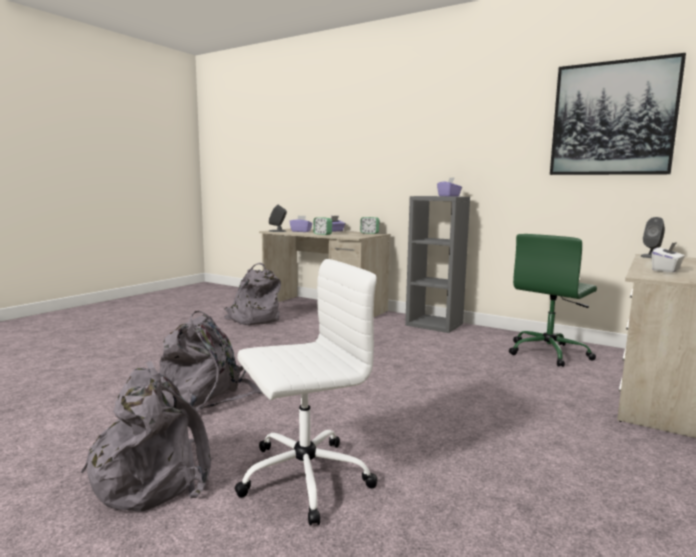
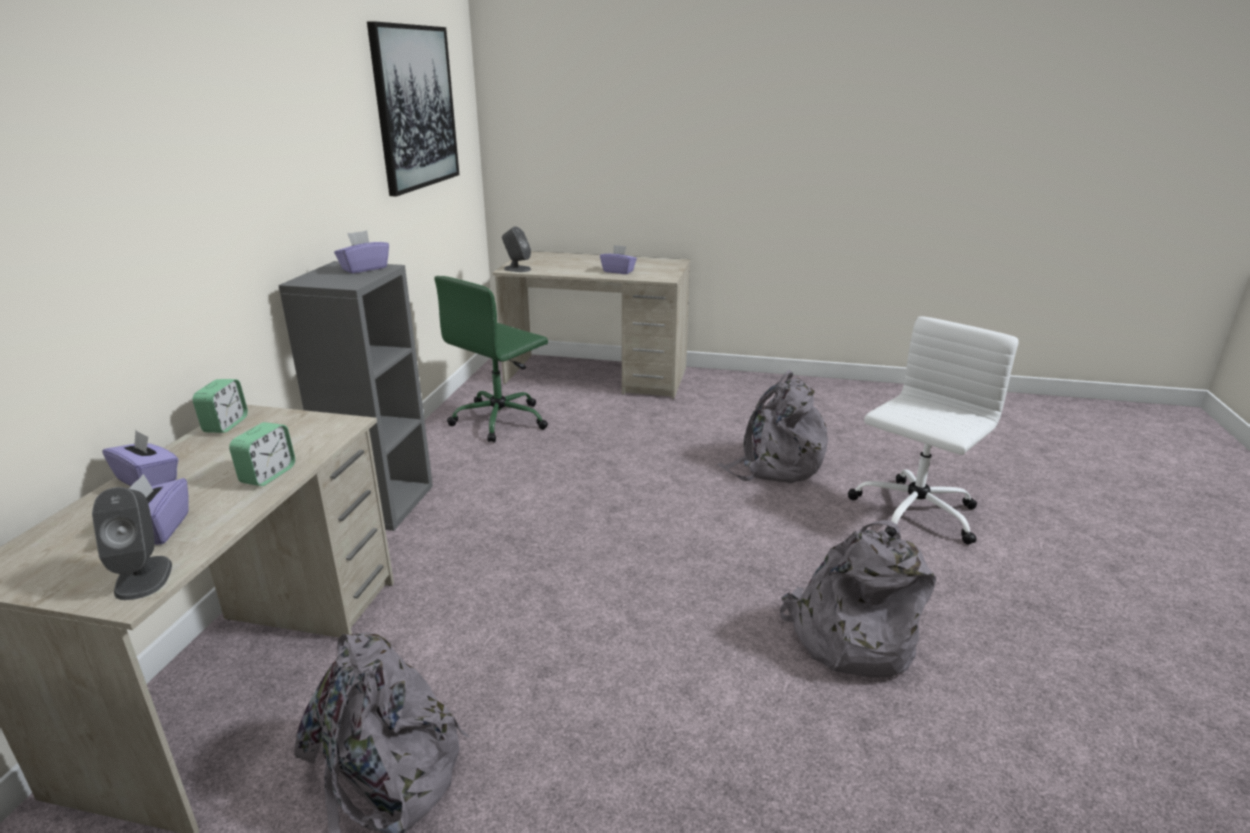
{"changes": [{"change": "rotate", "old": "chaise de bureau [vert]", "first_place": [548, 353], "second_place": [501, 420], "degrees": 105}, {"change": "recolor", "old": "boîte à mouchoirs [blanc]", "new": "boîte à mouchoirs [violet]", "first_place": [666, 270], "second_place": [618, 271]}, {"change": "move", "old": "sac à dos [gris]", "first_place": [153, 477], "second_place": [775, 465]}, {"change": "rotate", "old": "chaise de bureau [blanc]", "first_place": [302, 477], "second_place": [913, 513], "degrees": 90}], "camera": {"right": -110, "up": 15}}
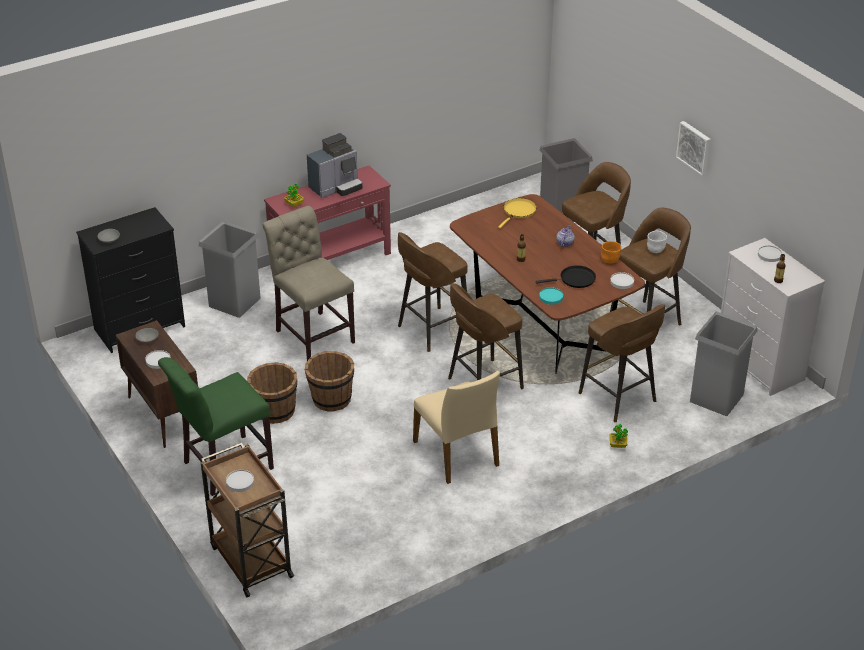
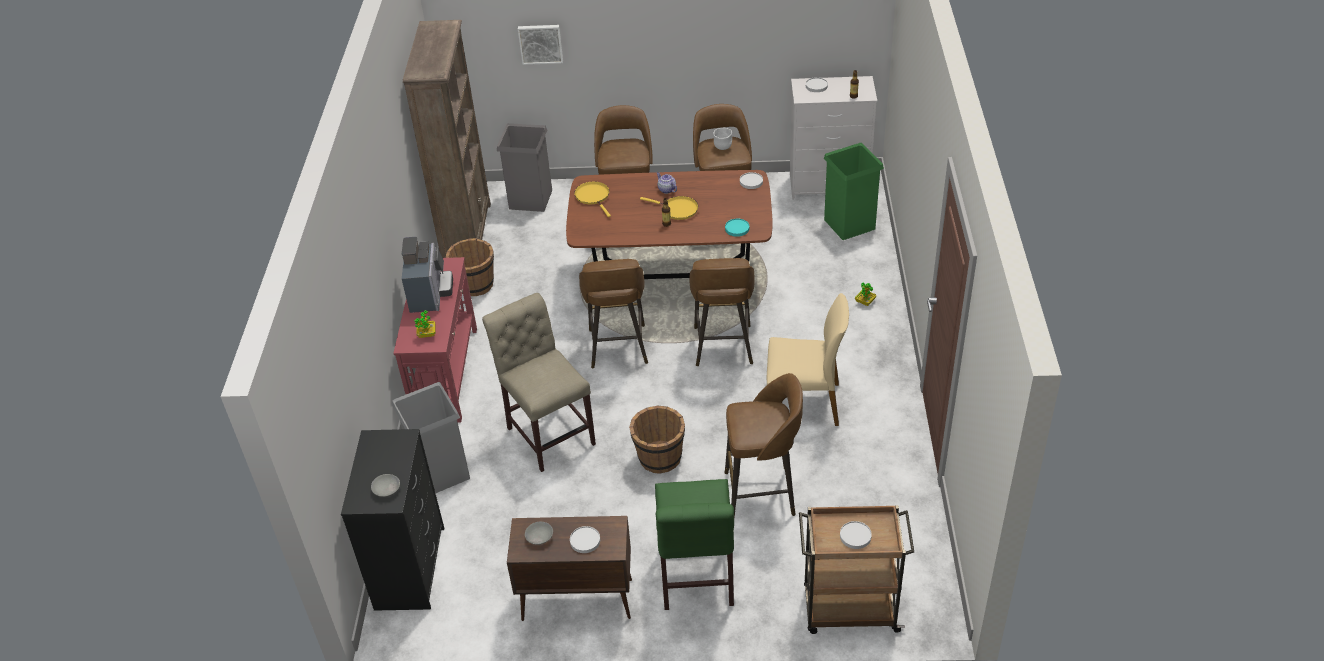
{"changes": [{"change": "insert", "new": "bibliothèque [marron]", "second_place": [467, 233]}, {"change": "move", "old": "seau [marron]", "first_place": [275, 411], "second_place": [475, 285]}, {"change": "rotate", "old": "chaise [beige]", "first_place": [313, 334], "second_place": [548, 432], "degrees": 60}, {"change": "move", "old": "tableau", "first_place": [695, 147], "second_place": [540, 43]}, {"change": "insert", "new": "poêle [jaune]", "second_place": [677, 209]}, {"change": "move", "old": "tabouret [marron]", "first_place": [618, 398], "second_place": [762, 493]}, {"change": "recolor", "old": "poubelle [gris]", "new": "poubelle [vert]", "first_place": [716, 397], "second_place": [849, 224]}, {"change": "delete", "old": "poêle [noir]", "first_place": [575, 279]}, {"change": "delete", "old": "bol [orange]", "first_place": [610, 260]}], "camera": {"right": -55, "up": 5}}
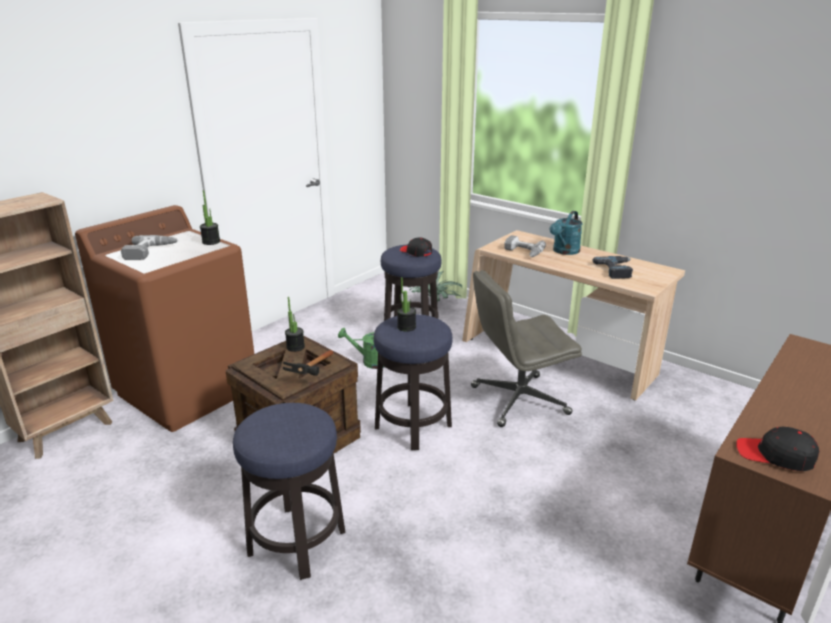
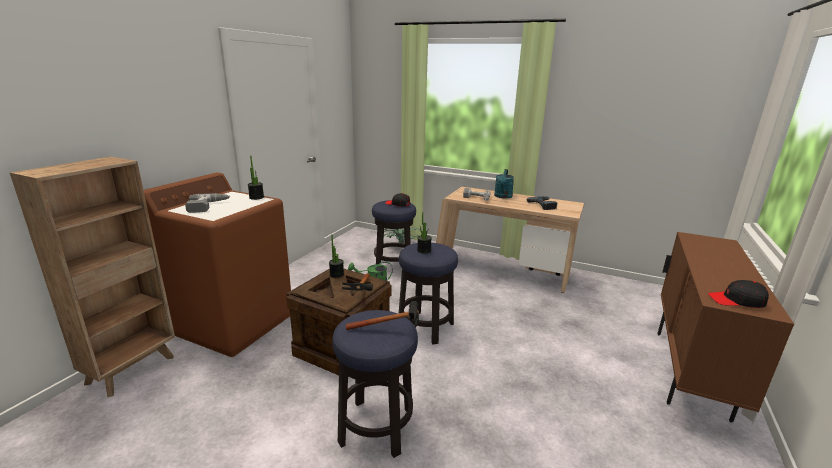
{"changes": [{"change": "insert", "new": "marteau", "second_place": [393, 330]}, {"change": "delete", "old": "chaise de bureau [gris]", "first_place": [518, 400]}], "camera": {"right": -15, "up": -5}}
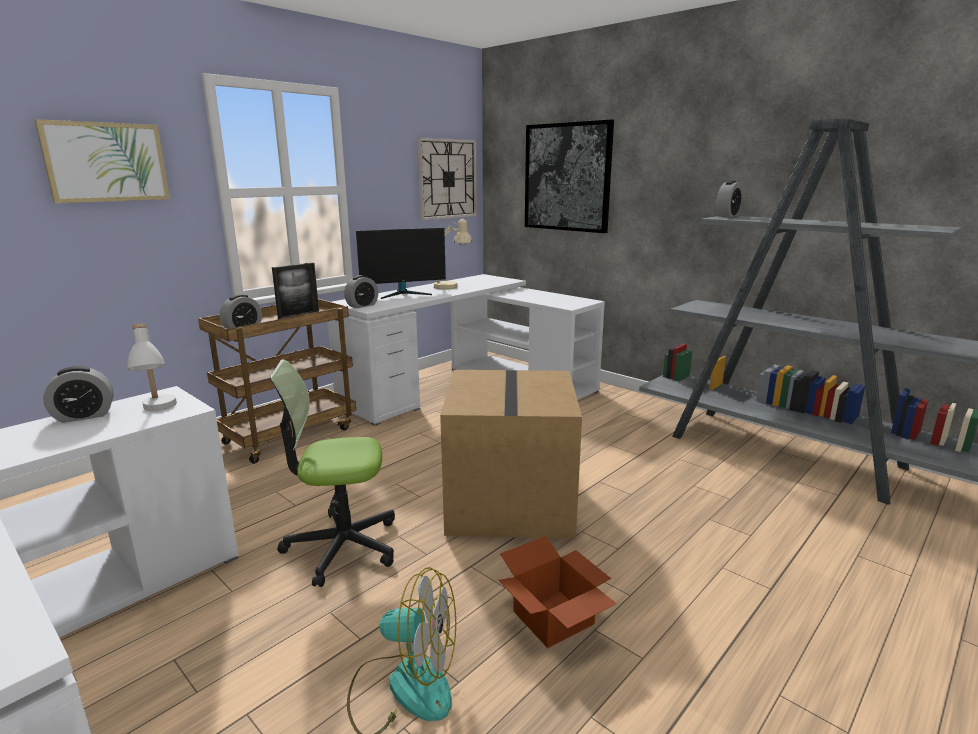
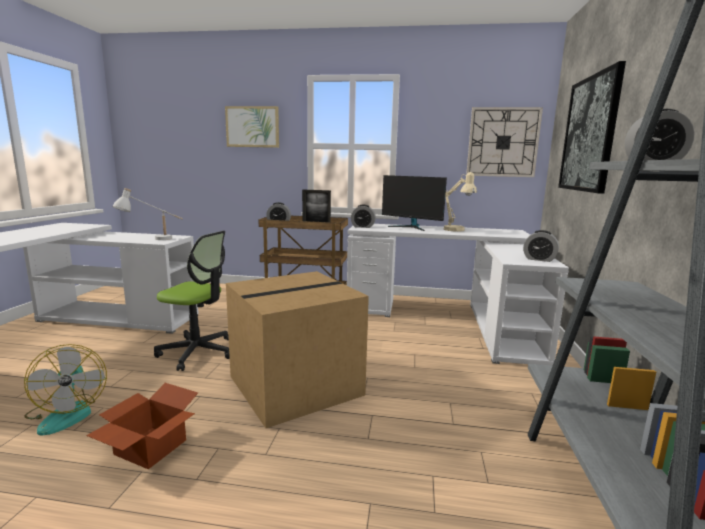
{"changes": [{"change": "rotate", "old": "chaise de bureau", "first_place": [342, 546], "second_place": [198, 352], "degrees": 150}, {"change": "move", "old": "réveil", "first_place": [84, 416], "second_place": [539, 259]}], "camera": {"right": 55, "up": -5}}
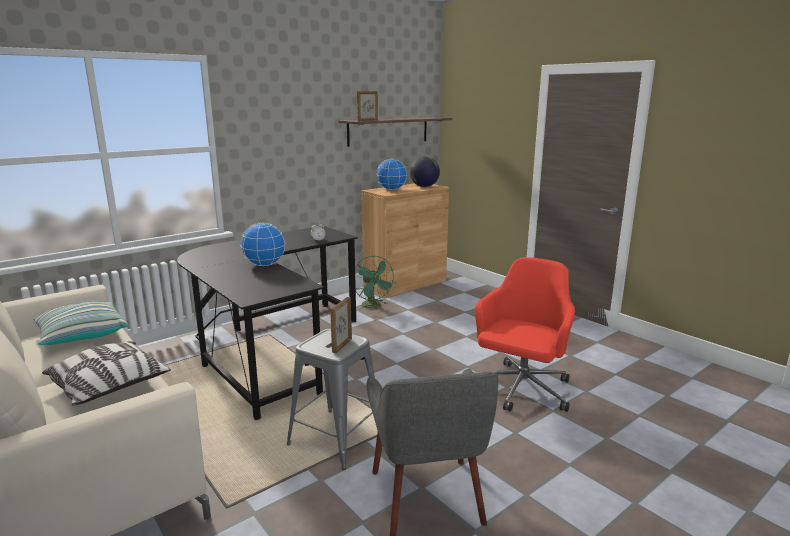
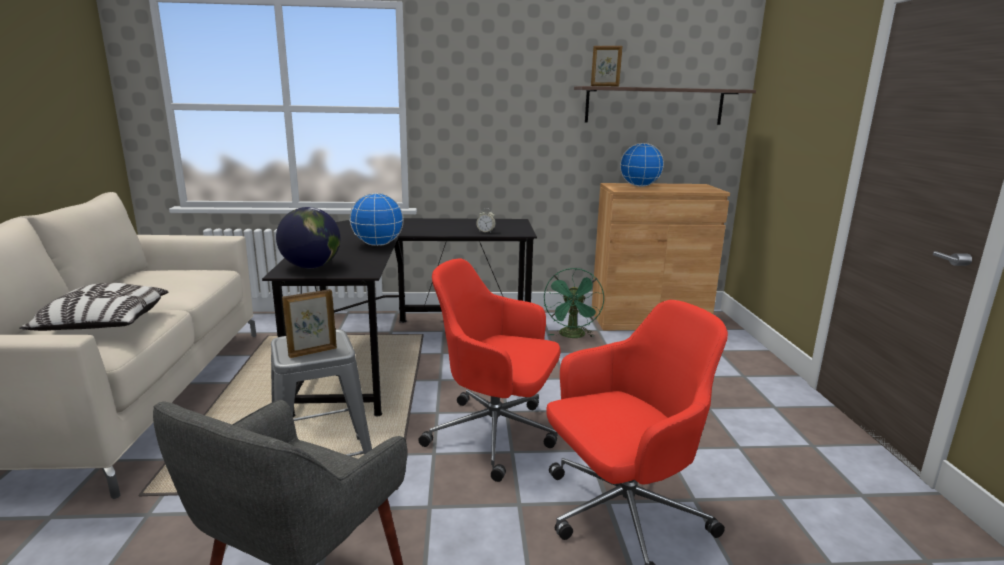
{"changes": [{"change": "move", "old": "globe", "first_place": [424, 186], "second_place": [311, 266]}, {"change": "insert", "new": "chaise de bureau [rouge]", "second_place": [495, 435]}, {"change": "delete", "old": "coussin", "first_place": [82, 335]}], "camera": {"right": 35, "up": 0}}
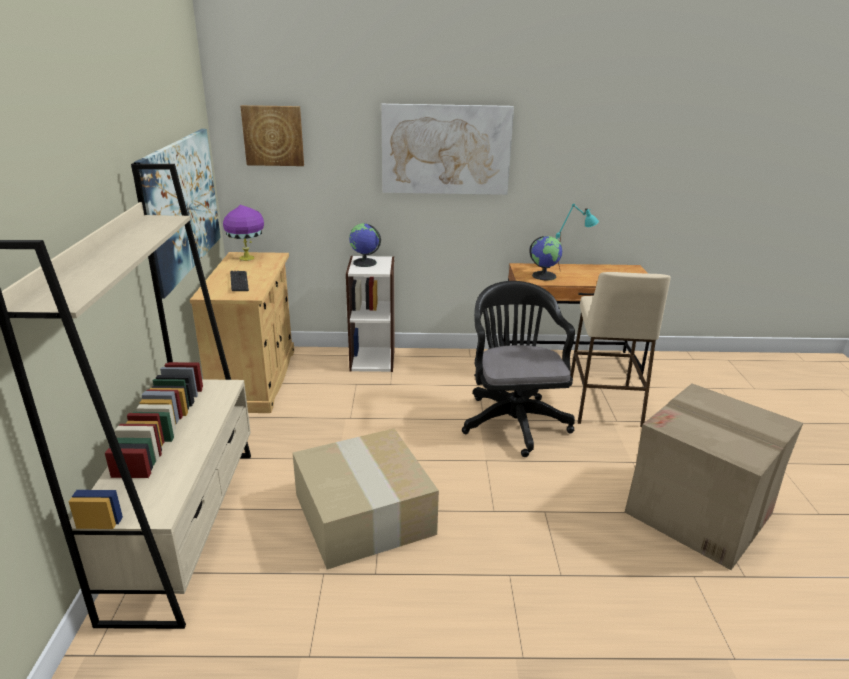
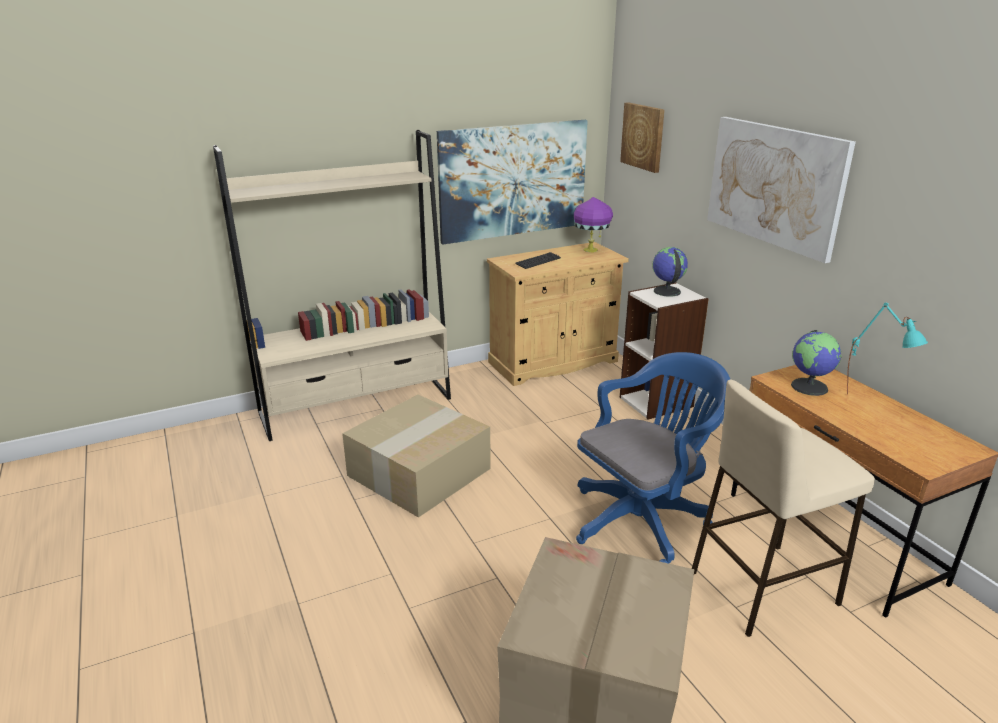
{"changes": [{"change": "recolor", "old": "chaise de bureau [noir]", "new": "chaise de bureau [bleu]", "first_place": [513, 420], "second_place": [643, 519]}], "camera": {"right": 65, "up": 0}}
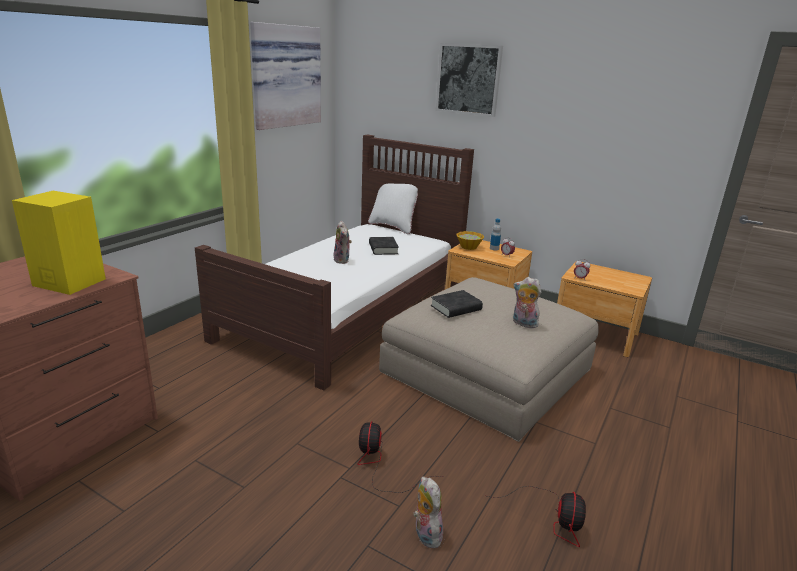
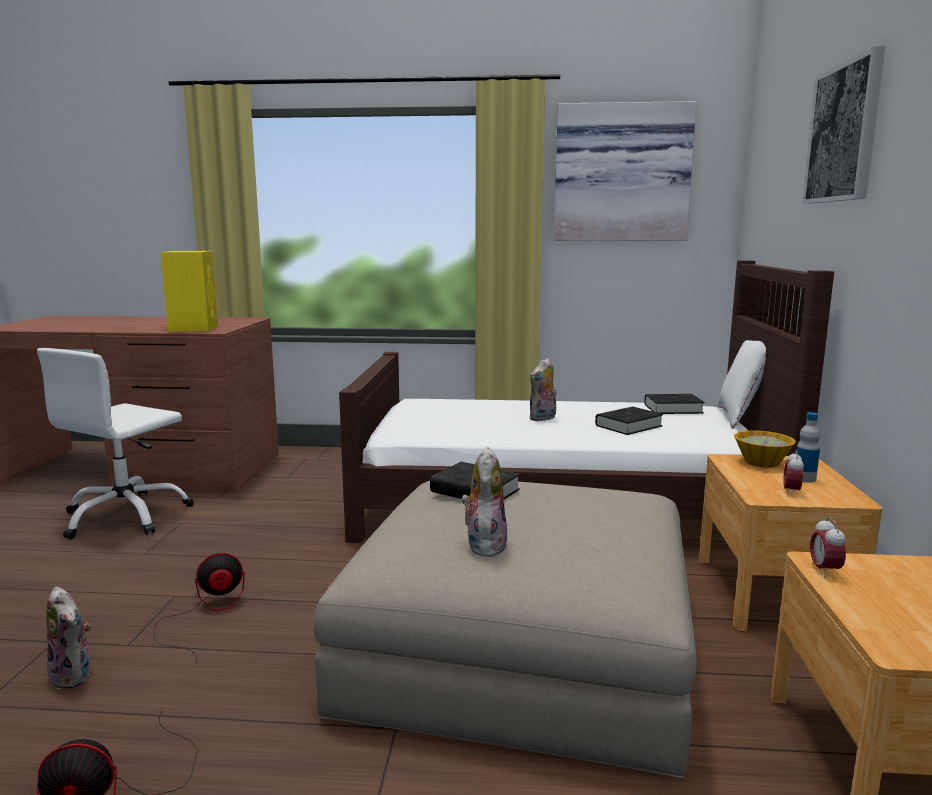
{"changes": [{"change": "insert", "new": "chaise de bureau [blanc]", "second_place": [126, 516]}, {"change": "rotate", "old": "peluche", "first_place": [425, 534], "second_place": [74, 675], "degrees": 90}, {"change": "insert", "new": "livre [noir]", "second_place": [673, 409]}], "camera": {"right": 65, "up": -10}}
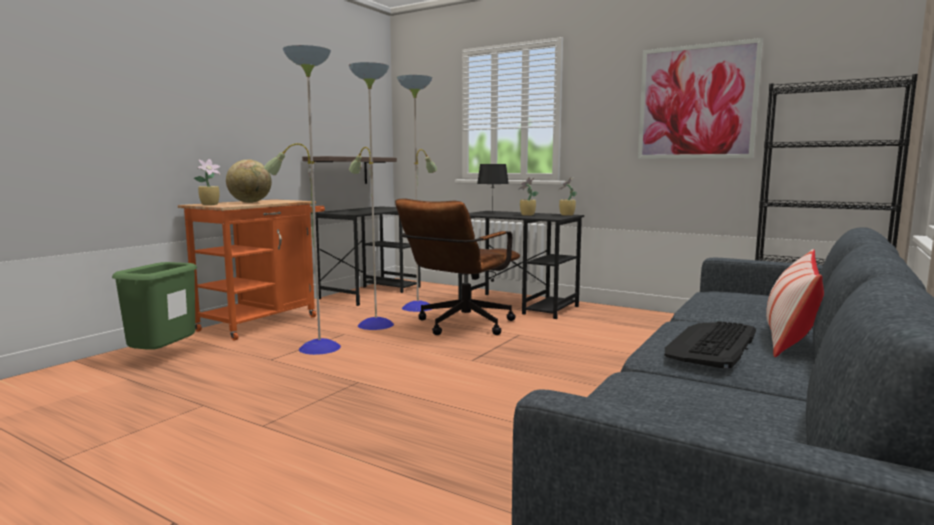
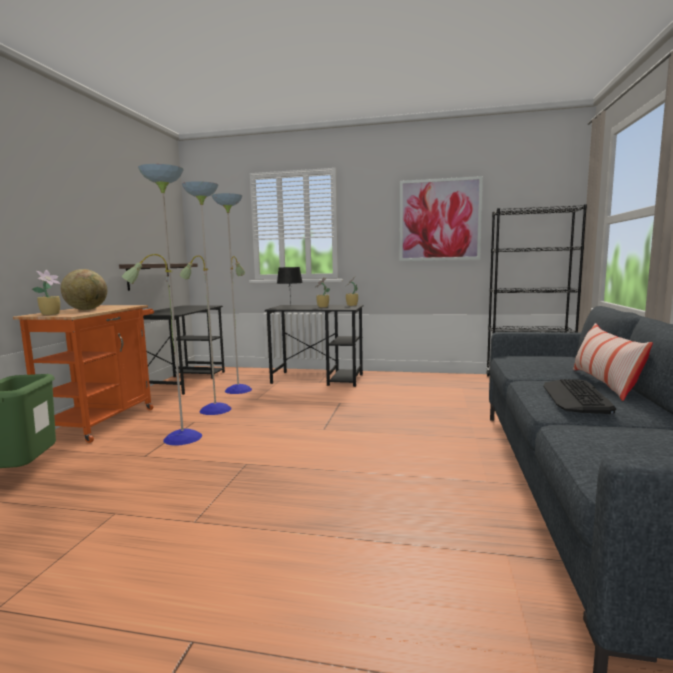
{"changes": [{"change": "delete", "old": "chaise de bureau [marron]", "first_place": [460, 326]}], "camera": {"right": -20, "up": 0}}
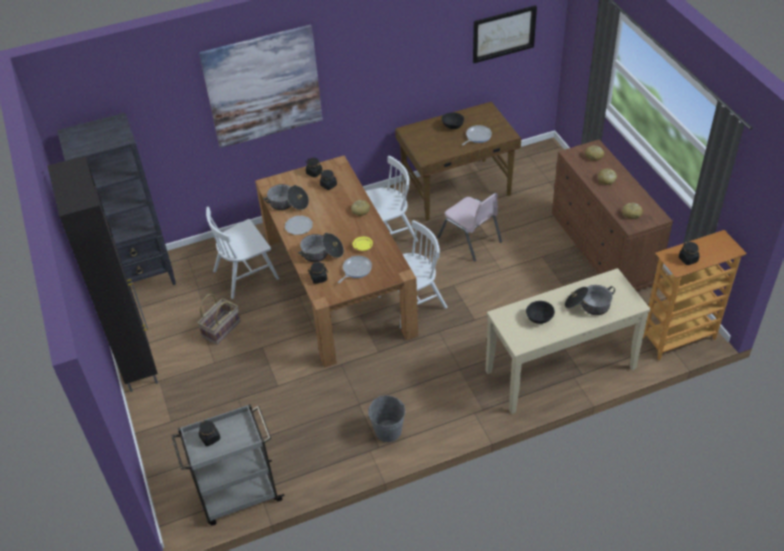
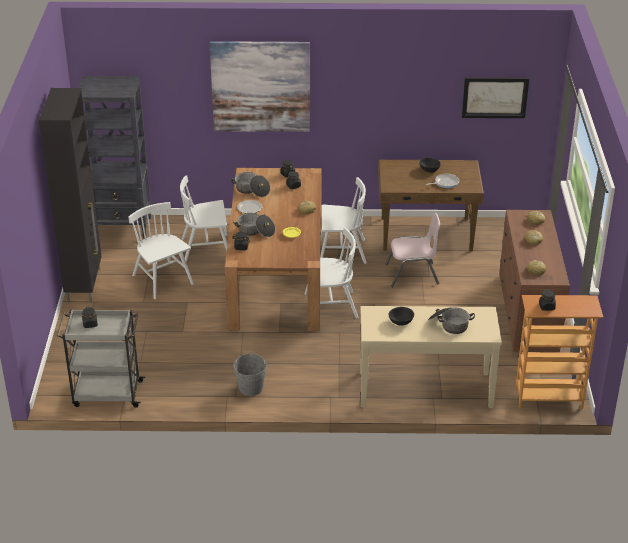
{"changes": [{"change": "replace", "old": "panier", "new": "chaise [blanc]", "first_place": [221, 328], "second_place": [162, 280]}, {"change": "rotate", "old": "chaise [rose]", "first_place": [470, 239], "second_place": [412, 274], "degrees": -75}, {"change": "delete", "old": "poêle", "first_place": [355, 270]}], "camera": {"right": 20, "up": -10}}
